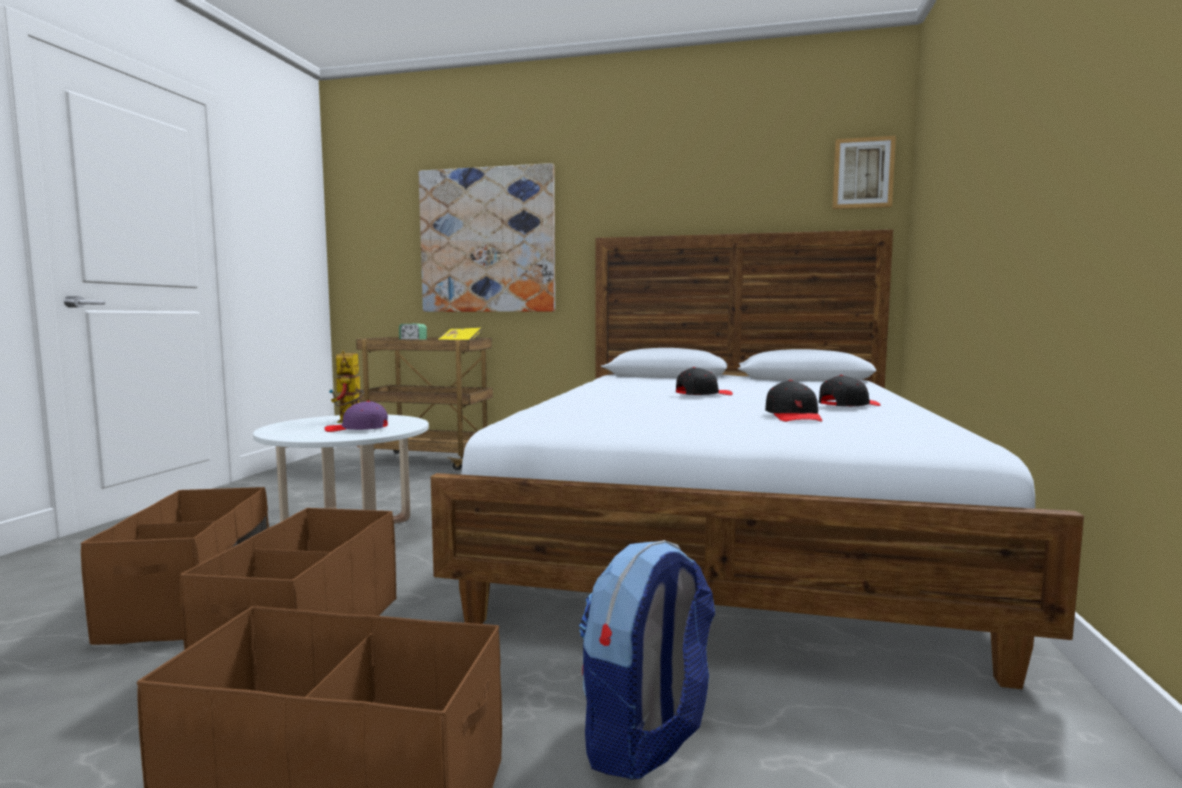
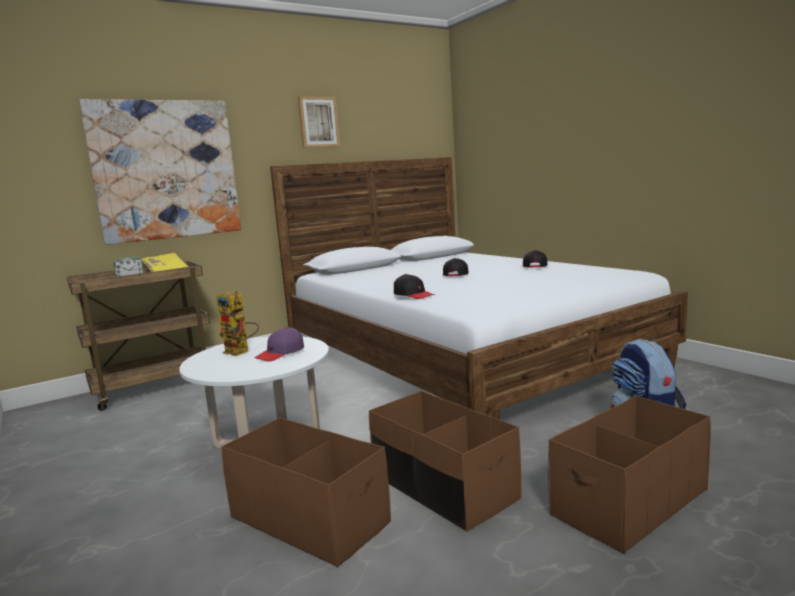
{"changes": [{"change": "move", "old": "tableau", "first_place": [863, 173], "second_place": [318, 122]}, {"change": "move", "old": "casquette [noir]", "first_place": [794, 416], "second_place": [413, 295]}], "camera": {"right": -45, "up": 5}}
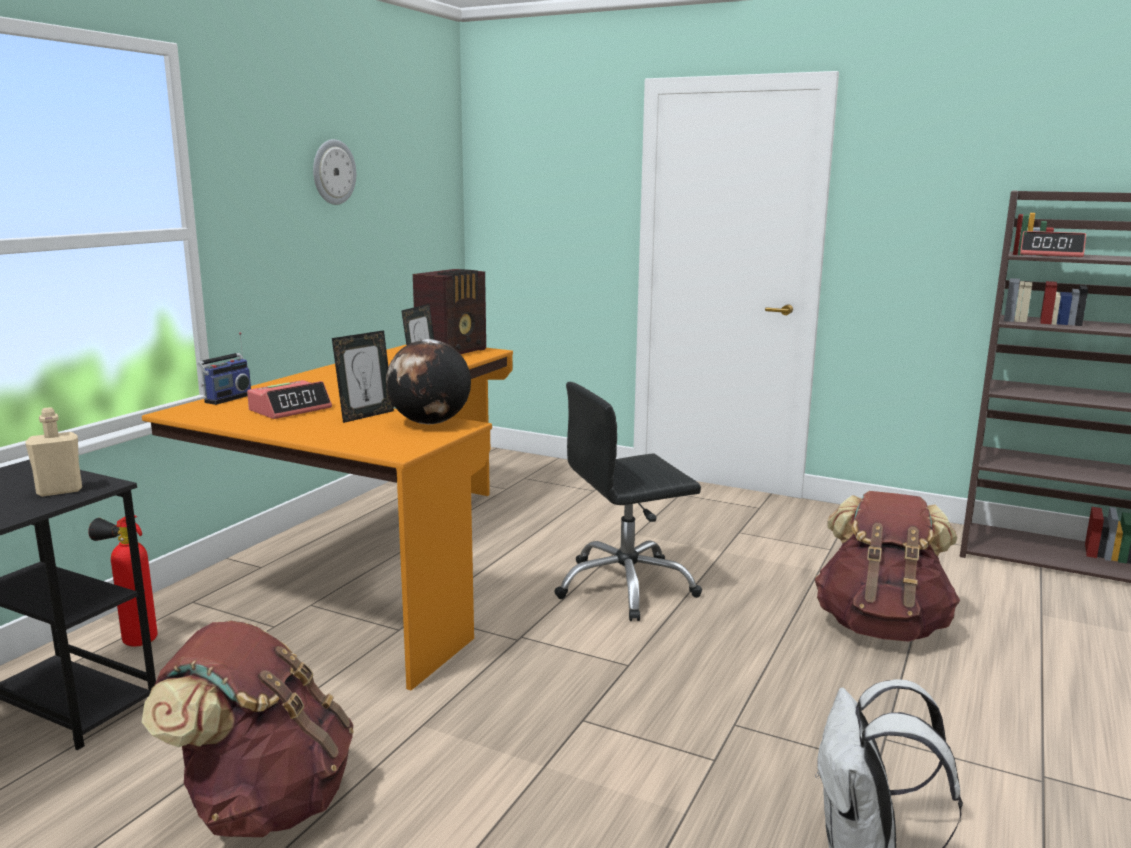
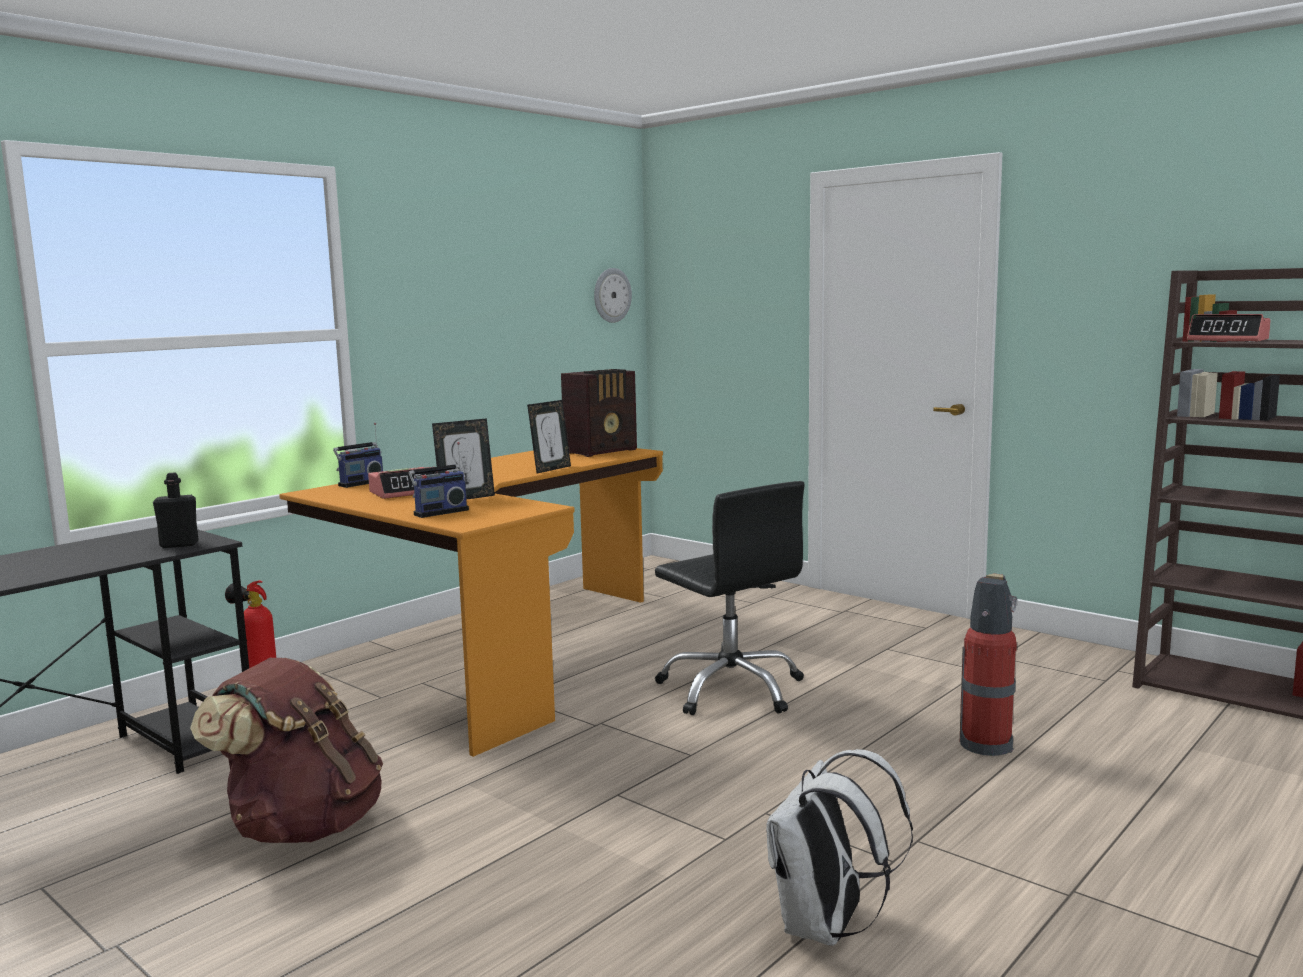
{"changes": [{"change": "recolor", "old": "bouteille [beige]", "new": "bouteille [noir]", "first_place": [59, 491], "second_place": [179, 545]}, {"change": "insert", "new": "radio", "second_place": [440, 512]}, {"change": "move", "old": "horloge murale", "first_place": [333, 172], "second_place": [611, 295]}, {"change": "rotate", "old": "chaise de bureau [noir]", "first_place": [625, 587], "second_place": [731, 689], "degrees": -120}, {"change": "replace", "old": "sac à dos [marron]", "new": "extincteur", "first_place": [881, 626], "second_place": [987, 744]}, {"change": "delete", "old": "globe", "first_place": [430, 423]}], "camera": {"right": 15, "up": -5}}
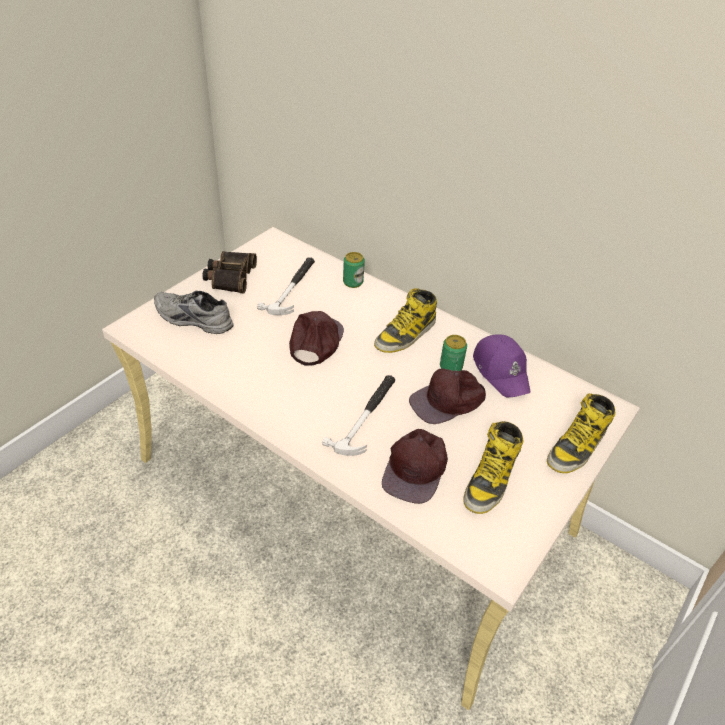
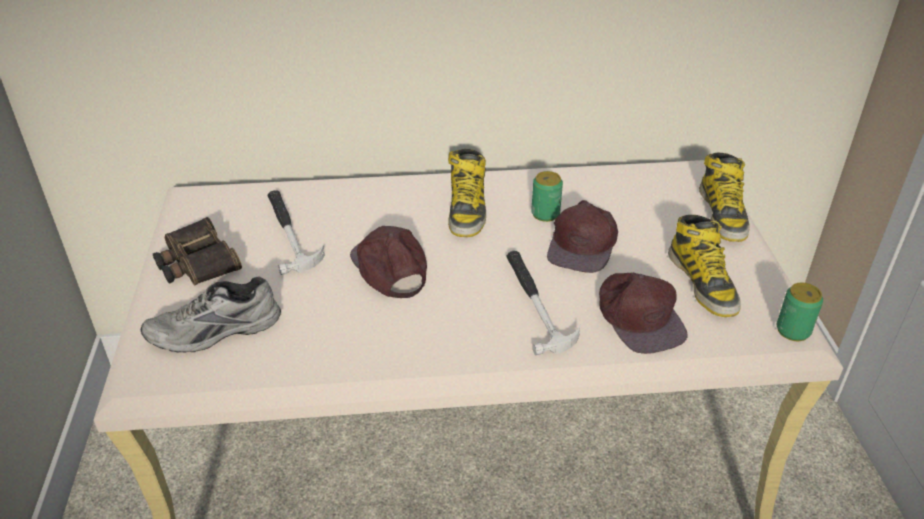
{"changes": [{"change": "move", "old": "boîte métallique", "first_place": [353, 282], "second_place": [793, 330]}, {"change": "delete", "old": "casquette [violet]", "first_place": [501, 371]}], "camera": {"right": -40, "up": -5}}
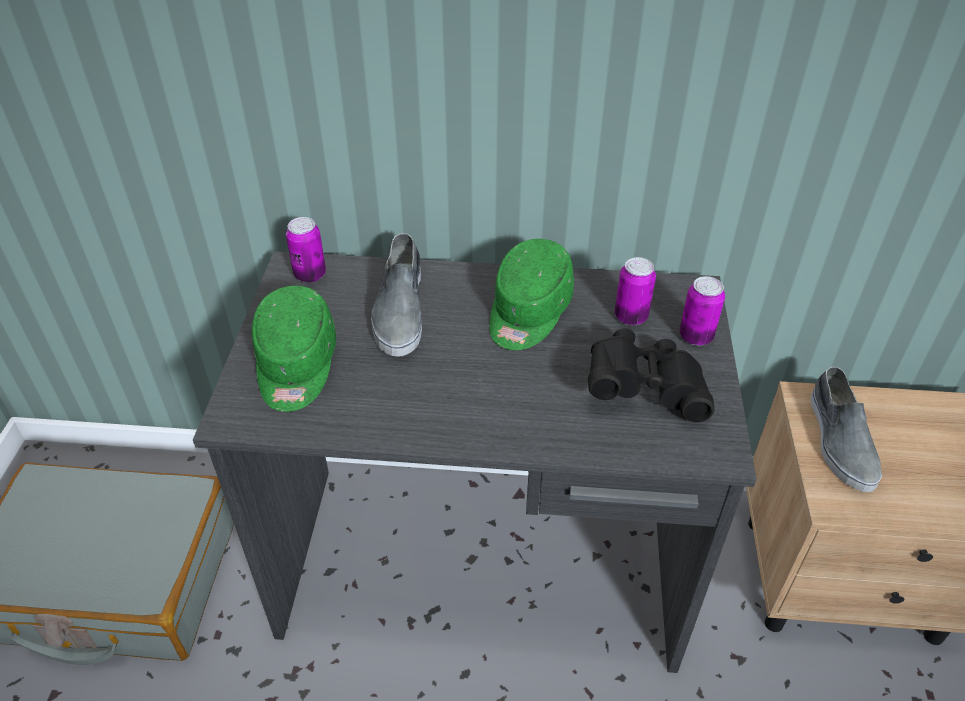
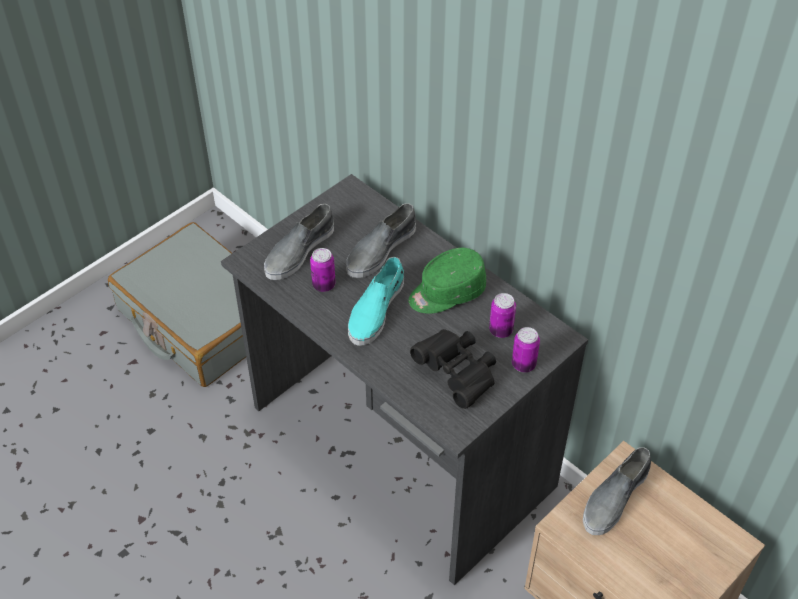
{"changes": [{"change": "replace", "old": "casquette [vert]", "new": "chaussure [gris]", "first_place": [296, 365], "second_place": [299, 250]}, {"change": "move", "old": "boîte métallique", "first_place": [310, 275], "second_place": [324, 285]}, {"change": "insert", "new": "chaussure [turquoise]", "second_place": [375, 310]}], "camera": {"right": 40, "up": 5}}
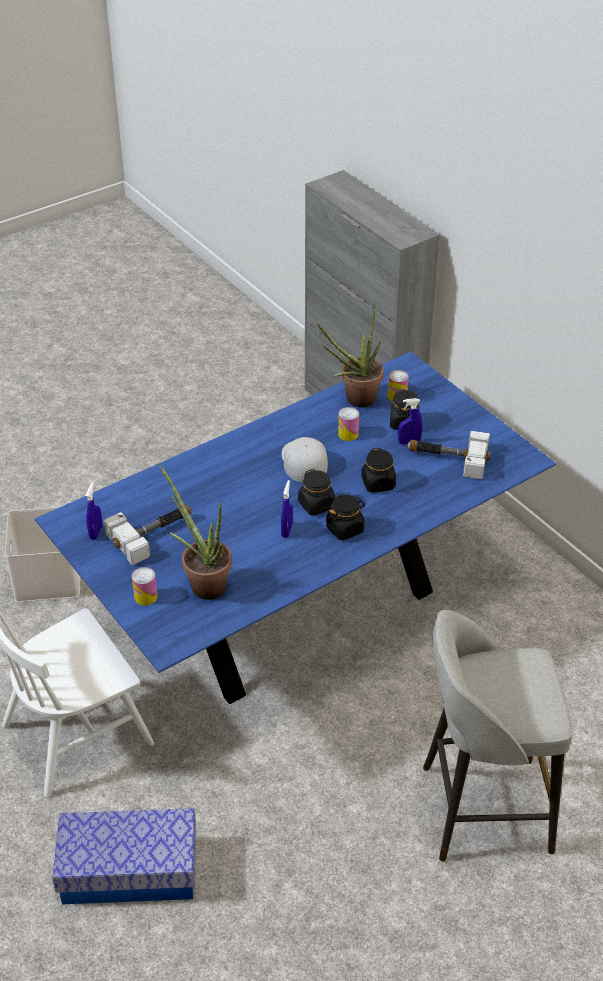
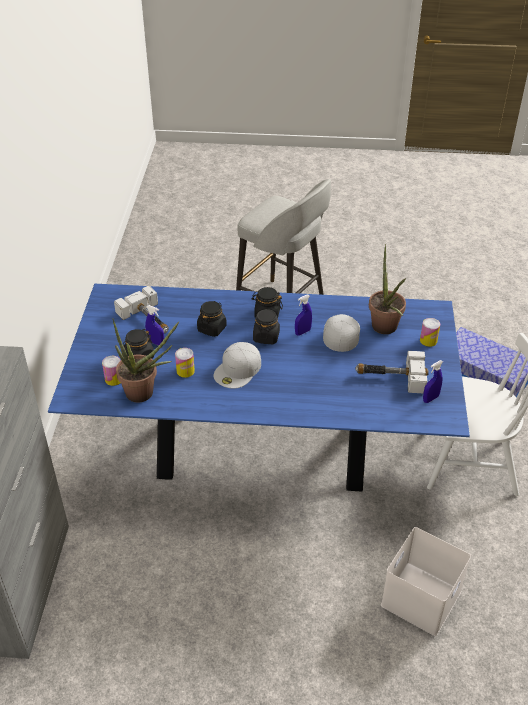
{"changes": [{"change": "insert", "new": "casquette [blanc]", "second_place": [341, 333]}], "camera": {"right": -140, "up": 0}}
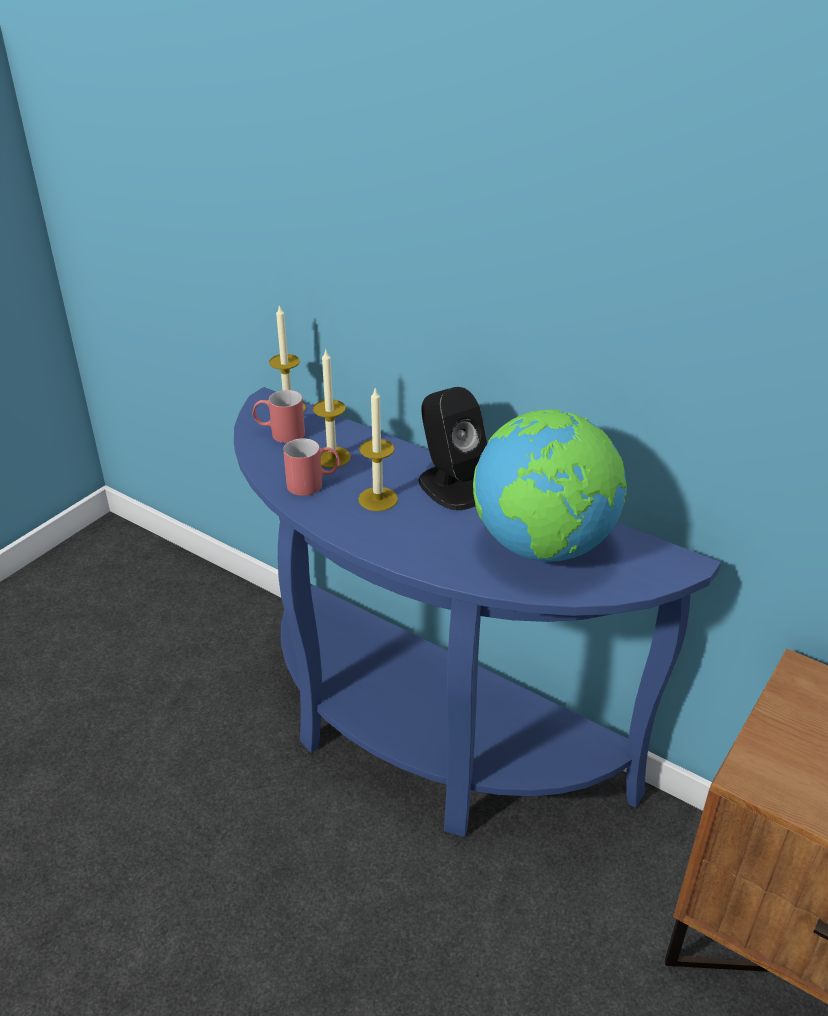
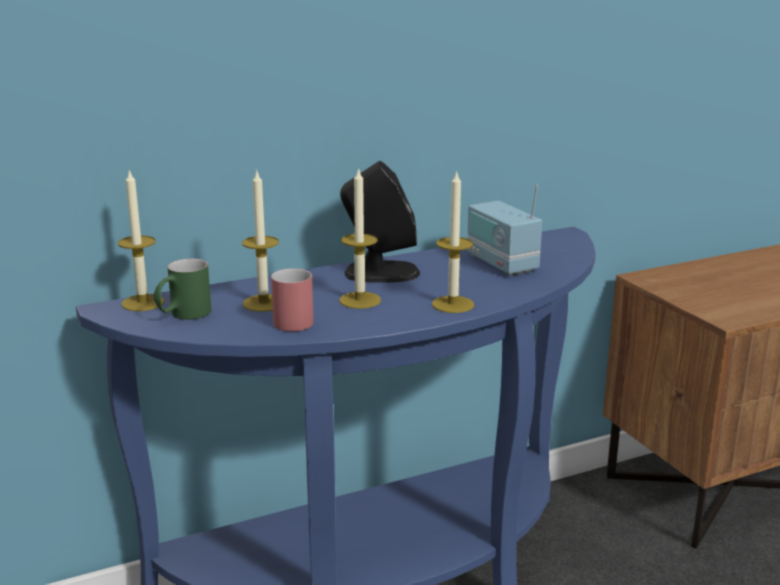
{"changes": [{"change": "recolor", "old": "mug [rouge]", "new": "mug [vert]", "first_place": [279, 433], "second_place": [183, 315]}, {"change": "insert", "new": "bougie", "second_place": [453, 304]}, {"change": "replace", "old": "globe", "new": "radio", "first_place": [543, 546], "second_place": [501, 264]}], "camera": {"right": -60, "up": -15}}
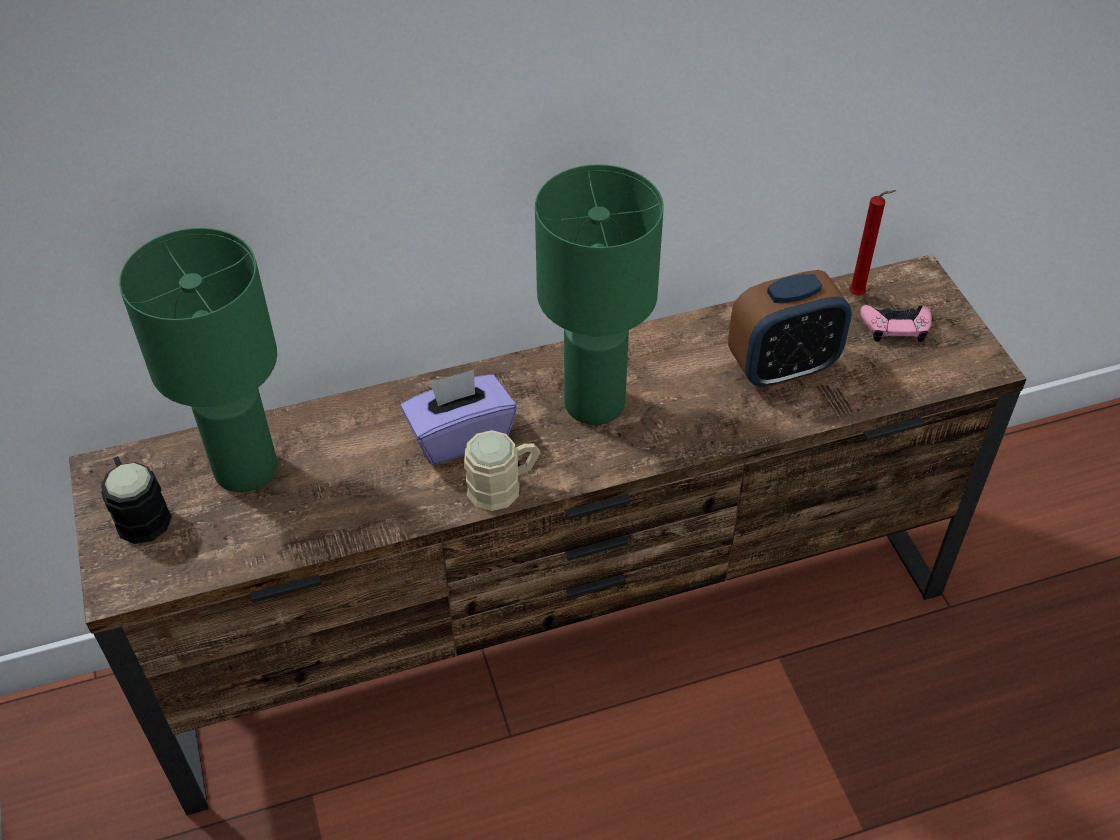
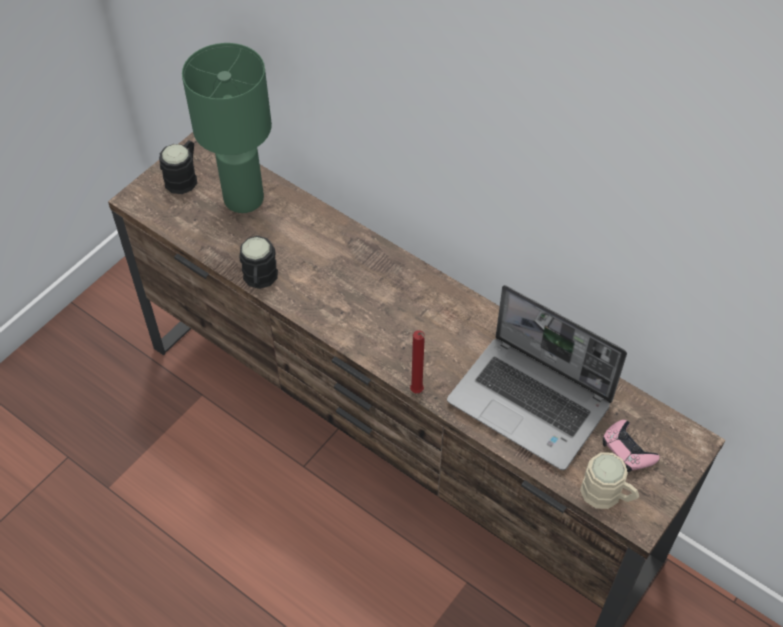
{"changes": [{"change": "insert", "new": "mug [noir]", "second_place": [260, 280]}, {"change": "move", "old": "bougie [rouge]", "first_place": [859, 295], "second_place": [417, 392]}, {"change": "replace", "old": "réveil", "new": "ordinateur portable", "first_place": [782, 367], "second_place": [531, 403]}, {"change": "move", "old": "mug [beige]", "first_place": [503, 486], "second_place": [607, 495]}, {"change": "delete", "old": "boîte à mouchoirs [violet]", "first_place": [460, 436]}, {"change": "delete", "old": "lampe de table [vert]", "first_place": [593, 404]}], "camera": {"right": 55, "up": 5}}
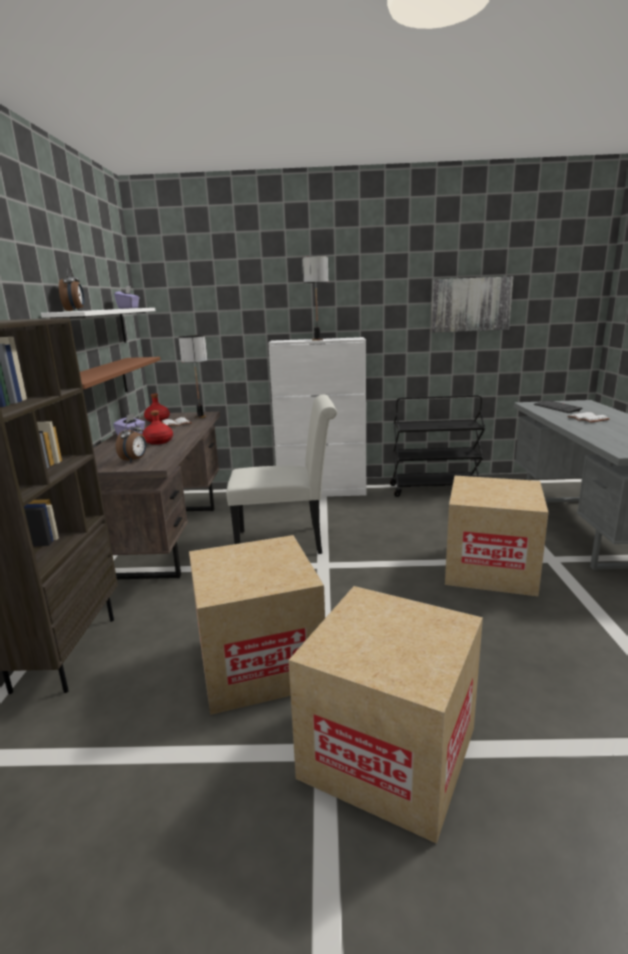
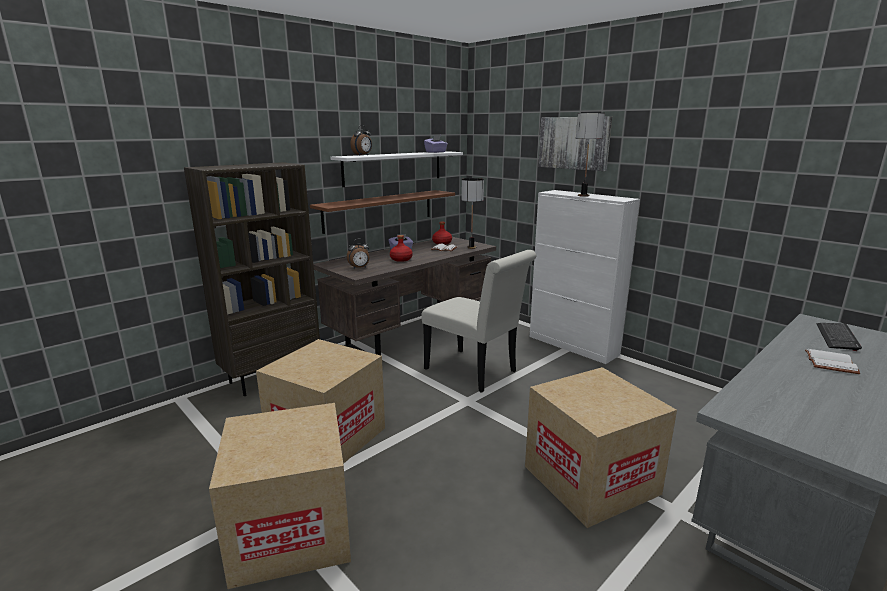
{"changes": [{"change": "move", "old": "tableau", "first_place": [470, 304], "second_place": [574, 143]}, {"change": "delete", "old": "chariot [noir]", "first_place": [434, 489]}], "camera": {"right": 45, "up": 0}}
